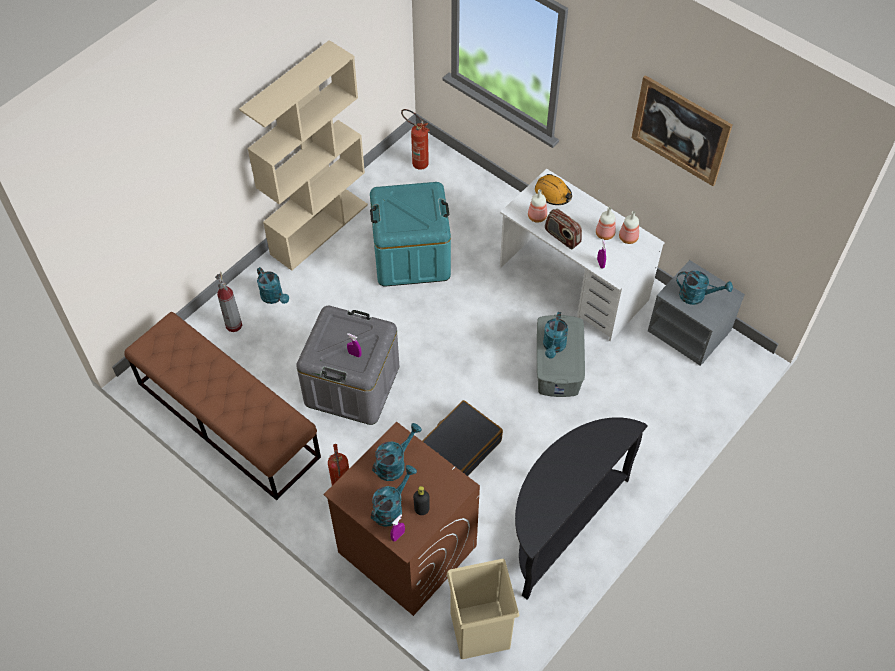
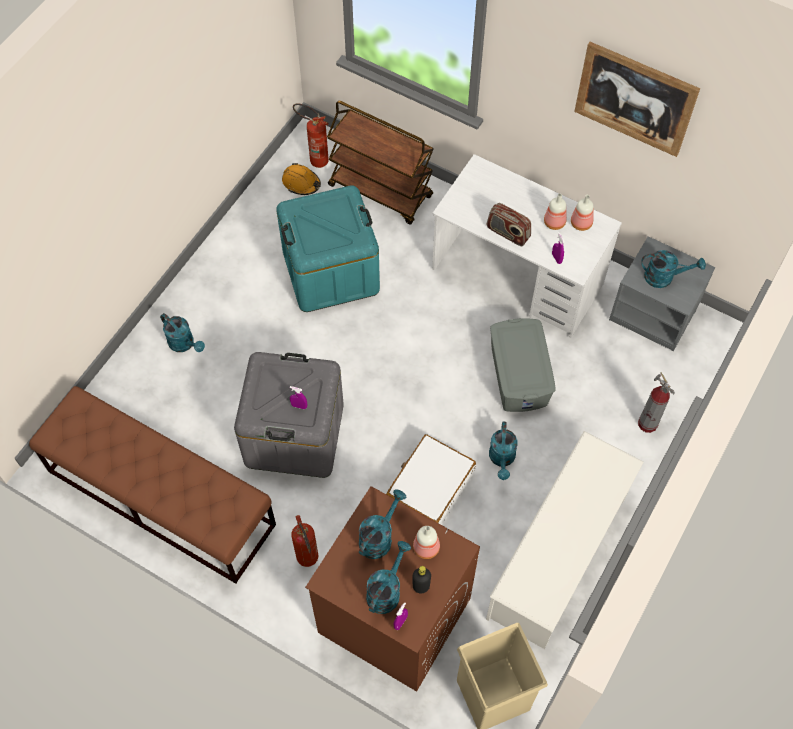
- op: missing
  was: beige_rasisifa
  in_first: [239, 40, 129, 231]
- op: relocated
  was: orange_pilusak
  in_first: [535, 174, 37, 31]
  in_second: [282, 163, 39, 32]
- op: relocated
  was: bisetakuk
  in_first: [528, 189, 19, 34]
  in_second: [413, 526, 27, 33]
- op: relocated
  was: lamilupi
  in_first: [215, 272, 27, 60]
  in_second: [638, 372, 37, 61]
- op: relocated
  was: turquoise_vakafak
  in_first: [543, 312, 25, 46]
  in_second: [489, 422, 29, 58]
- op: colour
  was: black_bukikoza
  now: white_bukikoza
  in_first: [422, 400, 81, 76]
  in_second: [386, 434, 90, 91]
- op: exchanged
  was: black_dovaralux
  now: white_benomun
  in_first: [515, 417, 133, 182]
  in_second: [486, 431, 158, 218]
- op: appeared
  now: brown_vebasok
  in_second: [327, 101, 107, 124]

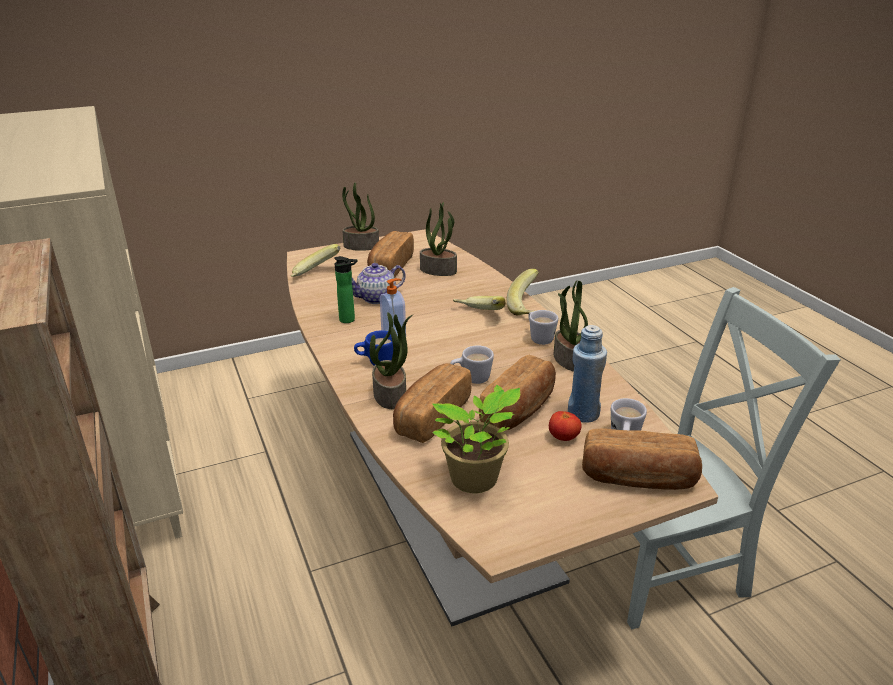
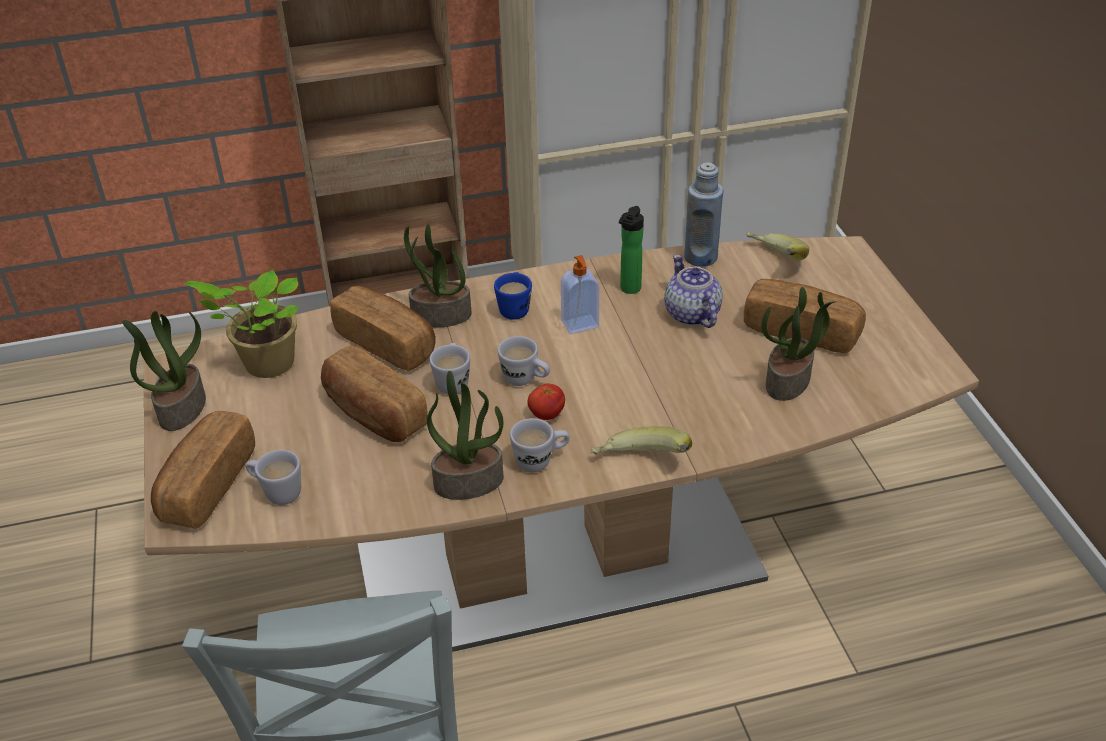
- op: relocated
  was: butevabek
  in_first: [342, 182, 37, 69]
  in_second: [122, 311, 84, 120]
- op: missing
  was: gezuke
  in_first: [453, 296, 53, 14]
- op: relocated
  was: blue_bisetakuk
  in_first: [568, 325, 39, 98]
  in_second: [684, 163, 40, 104]
- op: relocated
  was: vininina
  in_first: [549, 411, 33, 30]
  in_second: [527, 383, 38, 37]
- op: appeared
  now: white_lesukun
  in_second: [498, 336, 52, 50]

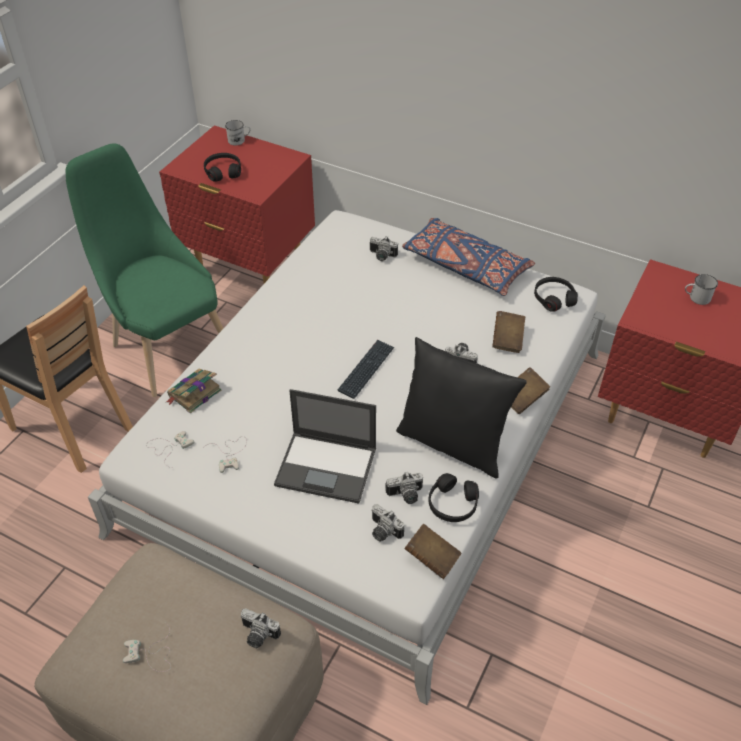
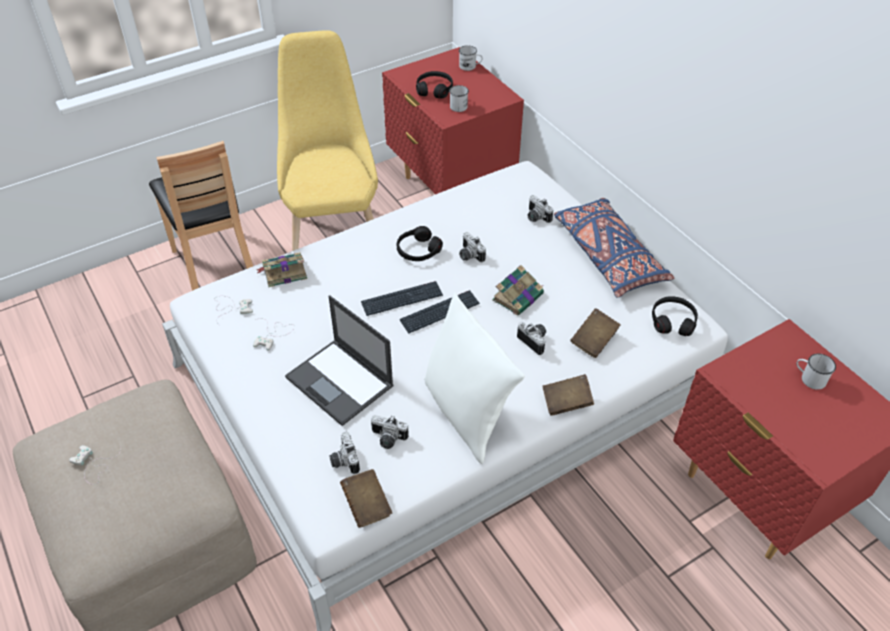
- op: colour
  was: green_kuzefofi
  now: yellow_kuzefofi
  in_first: [65, 144, 159, 253]
  in_second: [277, 30, 101, 221]
- op: colour
  was: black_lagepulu
  now: white_lagepulu
  in_first: [396, 337, 131, 142]
  in_second: [424, 292, 101, 172]
- op: relocated
  was: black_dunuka
  in_first: [428, 473, 51, 49]
  in_second: [397, 226, 46, 35]
- op: relocated
  was: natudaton
  in_first: [240, 608, 41, 40]
  in_second: [459, 232, 27, 30]
- op: appeared
  now: white_lesukun
  in_second: [449, 85, 20, 27]
- op: appeared
  now: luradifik
  in_second: [492, 265, 52, 51]
- op: appeared
  now: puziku
  in_second: [361, 281, 82, 35]

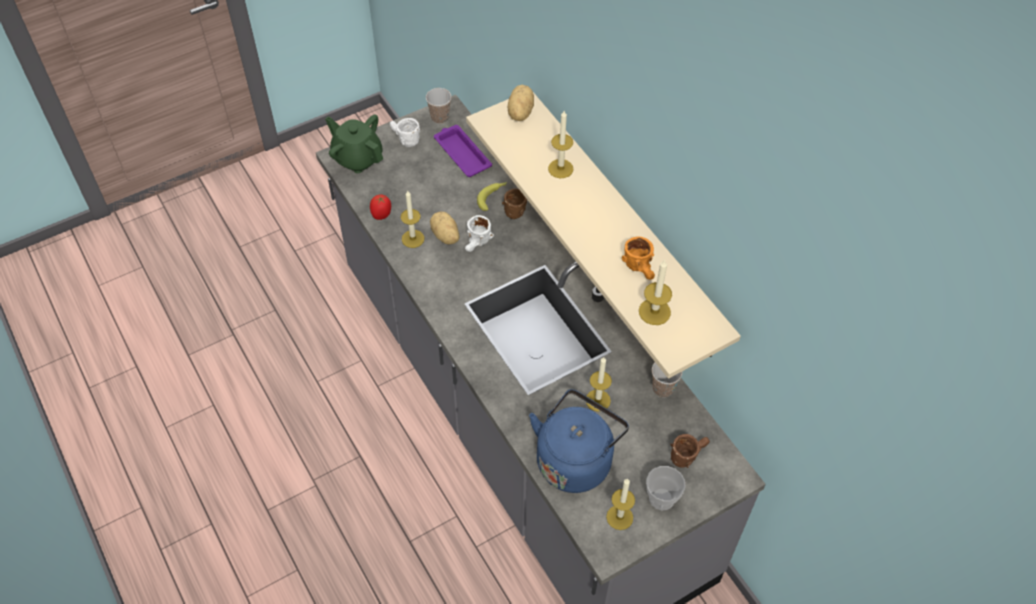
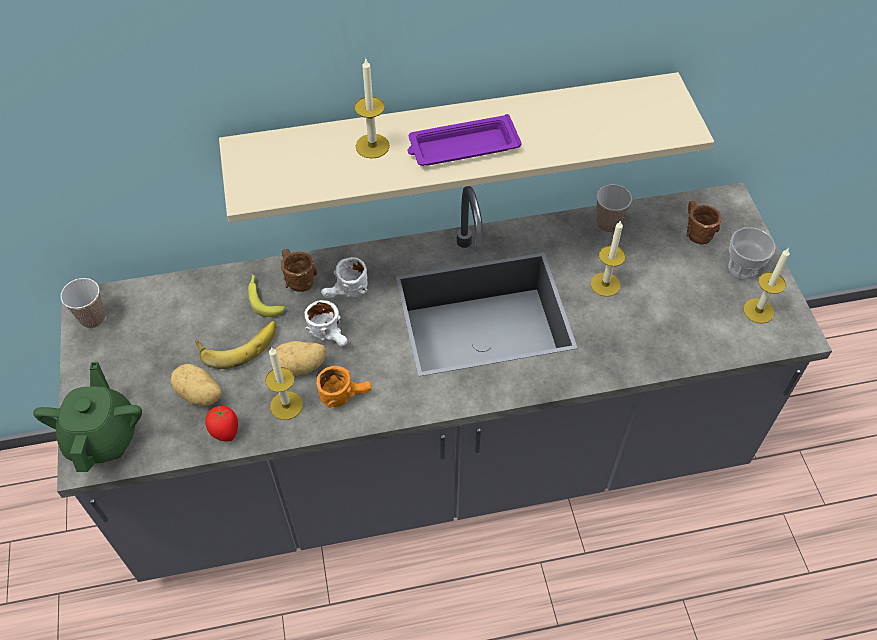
- op: relocated
  was: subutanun
  in_first: [508, 85, 26, 36]
  in_second: [171, 364, 51, 42]
- op: spun
  was: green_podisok
  in_first: [325, 114, 58, 59]
  in_second: [33, 362, 109, 110]
  clockwise: 120
- op: relocated
  was: white_lesukun
  in_first: [390, 118, 30, 29]
  in_second: [321, 257, 47, 41]
- op: relocated
  was: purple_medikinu
  in_first: [434, 125, 58, 52]
  in_second: [408, 114, 114, 52]
- op: relocated
  was: orange_lesukun
  in_first: [622, 236, 33, 44]
  in_second: [316, 366, 56, 42]
- op: missing
  was: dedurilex
  in_first: [639, 259, 33, 66]
- op: missing
  was: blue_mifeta
  in_first: [529, 389, 100, 104]
- op: appeared
  now: gezuke
  in_second: [196, 321, 80, 48]

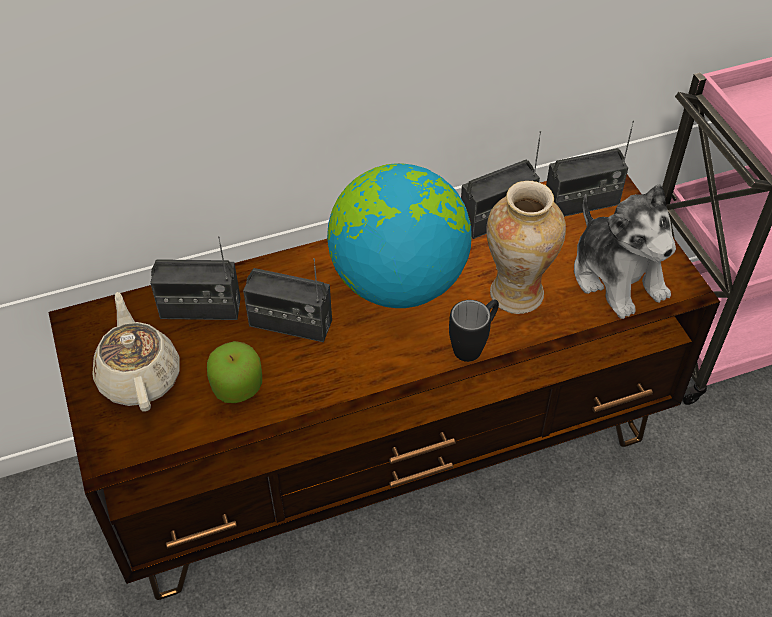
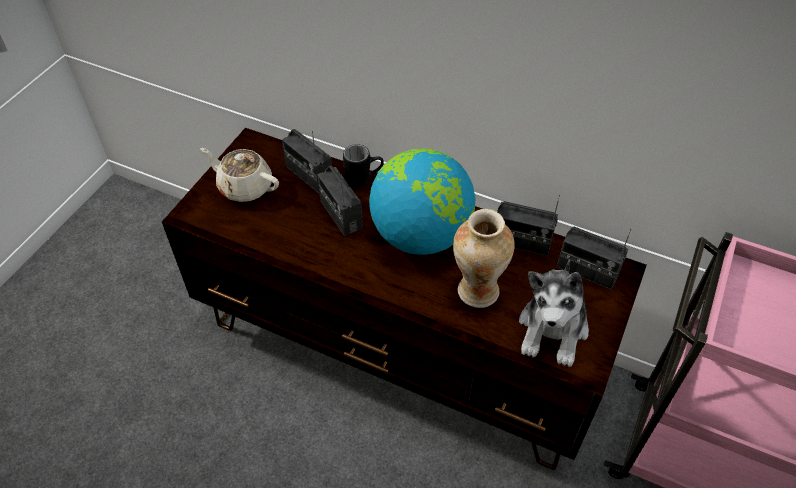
- op: spun
  was: beige_podisok
  in_first: [92, 292, 88, 120]
  in_second: [200, 148, 79, 54]
  clockwise: -90
- op: relocated
  was: black_lesukun
  in_first: [449, 299, 50, 63]
  in_second: [343, 144, 41, 43]
- op: missing
  was: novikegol
  in_first: [207, 341, 55, 62]

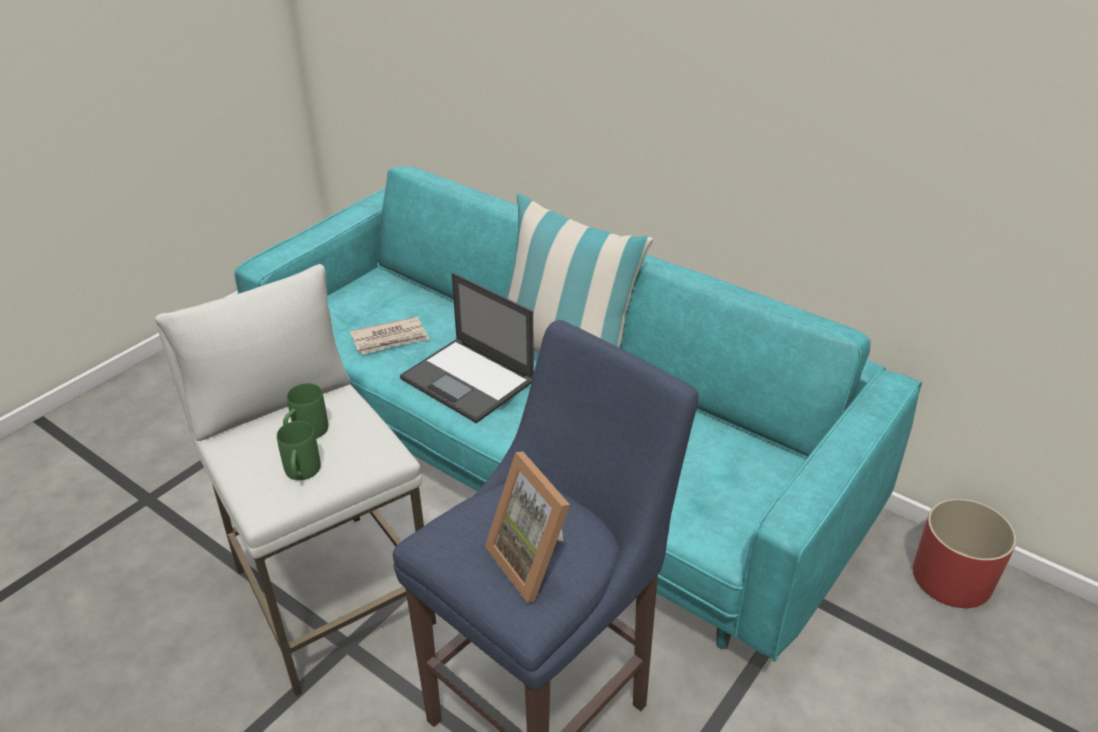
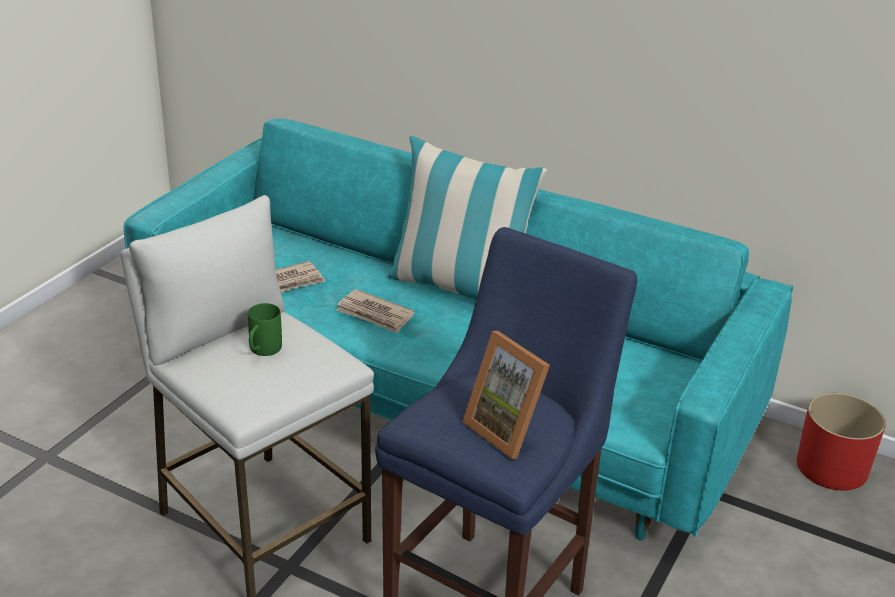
- op: exchanged
  was: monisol
  now: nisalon
  in_first: [400, 273, 134, 150]
  in_second: [337, 289, 78, 45]
- op: missing
  was: green_lesukun
  in_first: [277, 421, 44, 59]

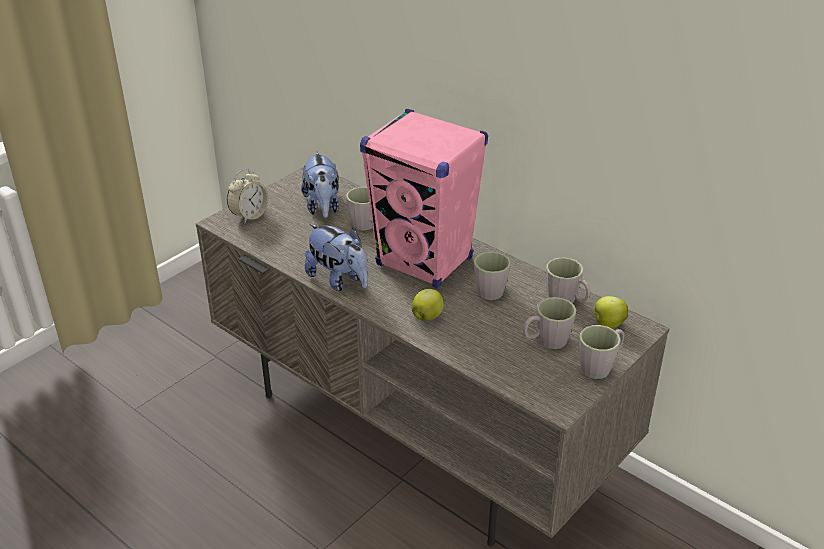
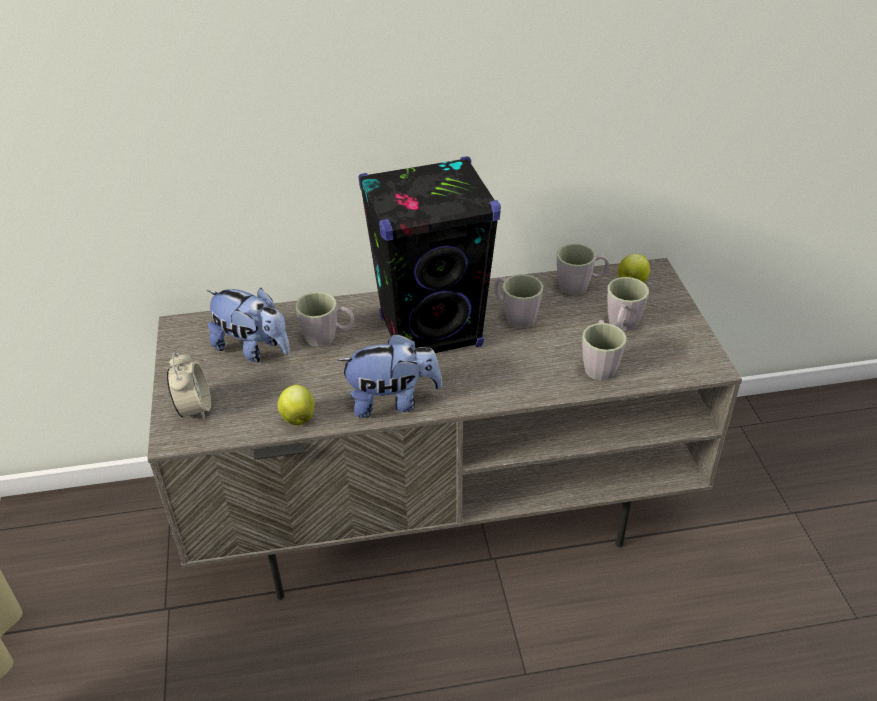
- op: colour
  was: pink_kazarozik
  now: black_kazarozik
  in_first: [360, 109, 128, 179]
  in_second: [358, 156, 143, 197]
- op: relocated
  was: novikegol
  in_first: [412, 289, 31, 32]
  in_second: [277, 385, 38, 40]
- op: relocated
  was: grey_lesukun
  in_first: [579, 325, 46, 54]
  in_second: [582, 320, 45, 61]

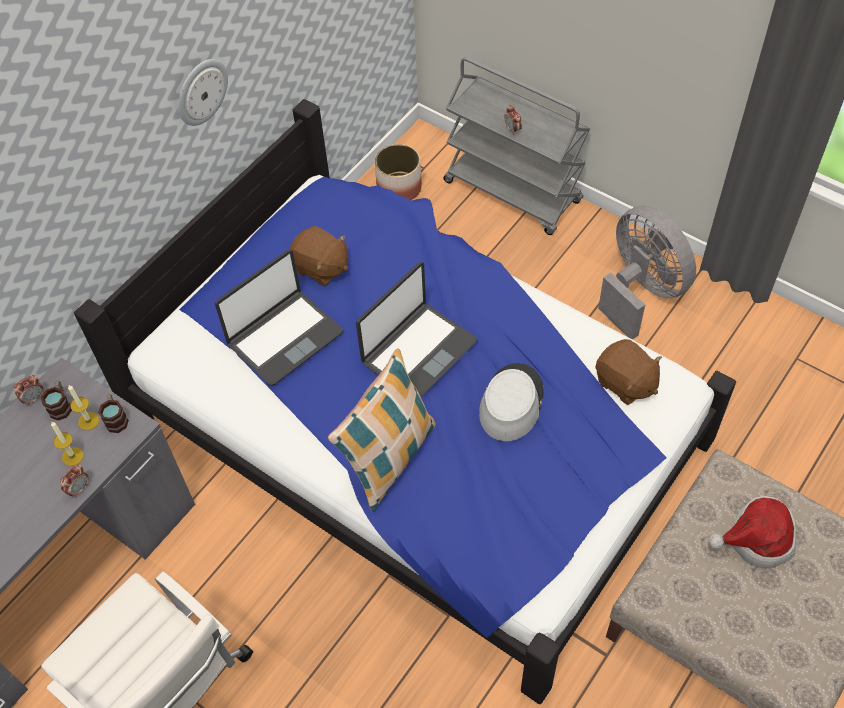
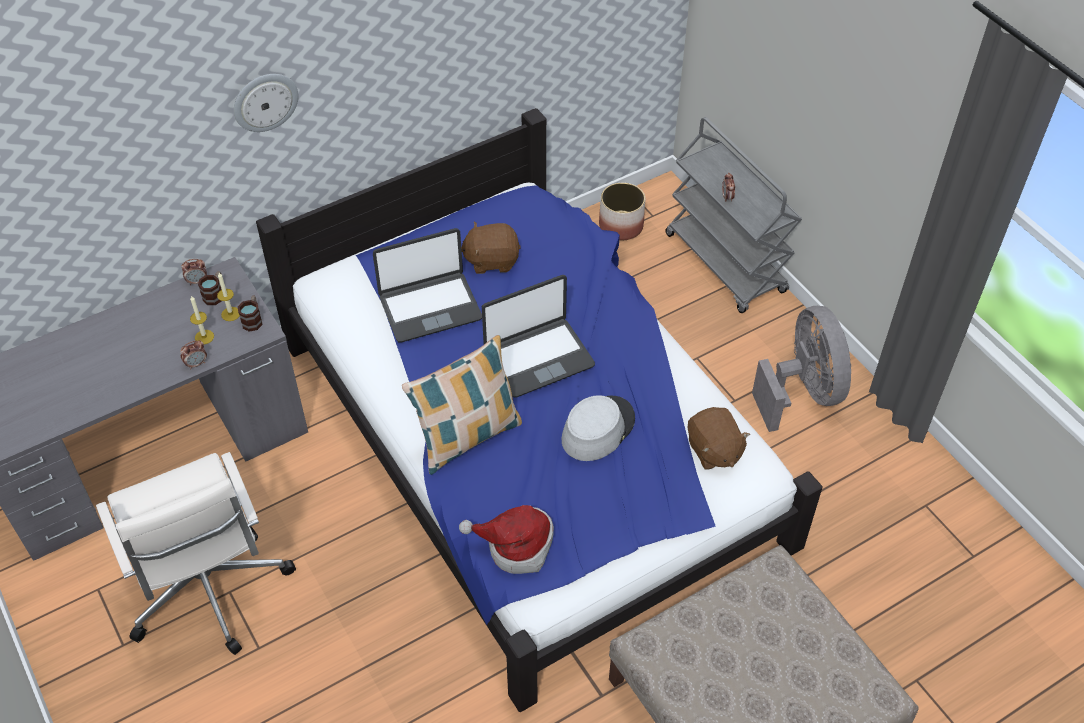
- op: relocated
  was: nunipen
  in_first: [178, 59, 50, 67]
  in_second: [234, 74, 65, 58]
- op: spun
  was: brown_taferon
  in_first: [289, 226, 59, 60]
  in_second: [461, 221, 60, 53]
  clockwise: 120
- op: relocated
  was: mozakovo
  in_first: [709, 496, 88, 72]
  in_second: [459, 505, 95, 69]

